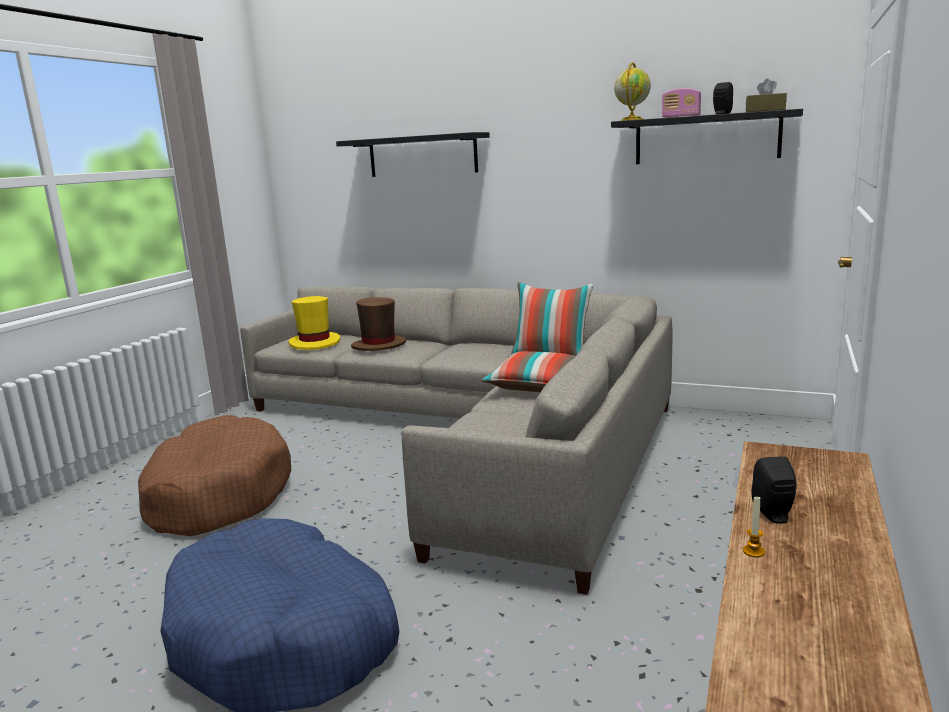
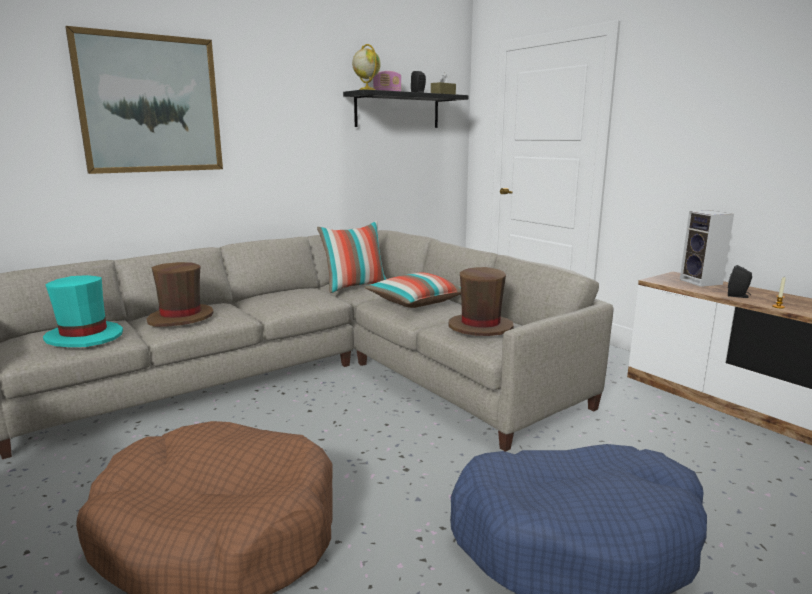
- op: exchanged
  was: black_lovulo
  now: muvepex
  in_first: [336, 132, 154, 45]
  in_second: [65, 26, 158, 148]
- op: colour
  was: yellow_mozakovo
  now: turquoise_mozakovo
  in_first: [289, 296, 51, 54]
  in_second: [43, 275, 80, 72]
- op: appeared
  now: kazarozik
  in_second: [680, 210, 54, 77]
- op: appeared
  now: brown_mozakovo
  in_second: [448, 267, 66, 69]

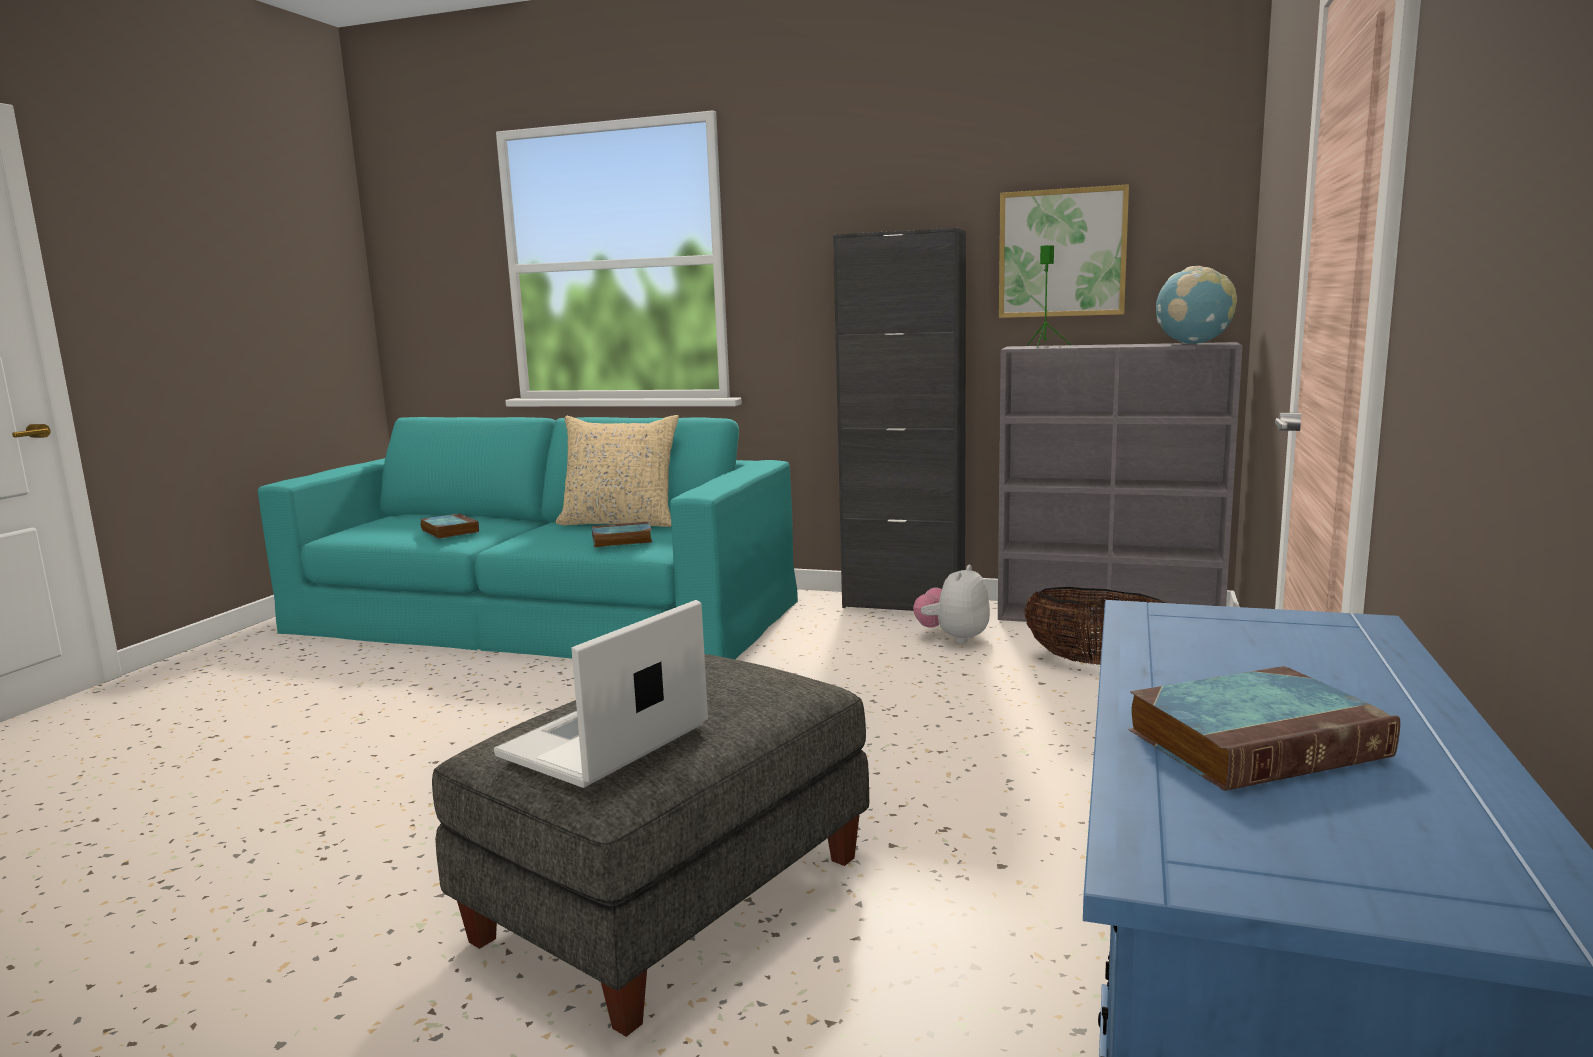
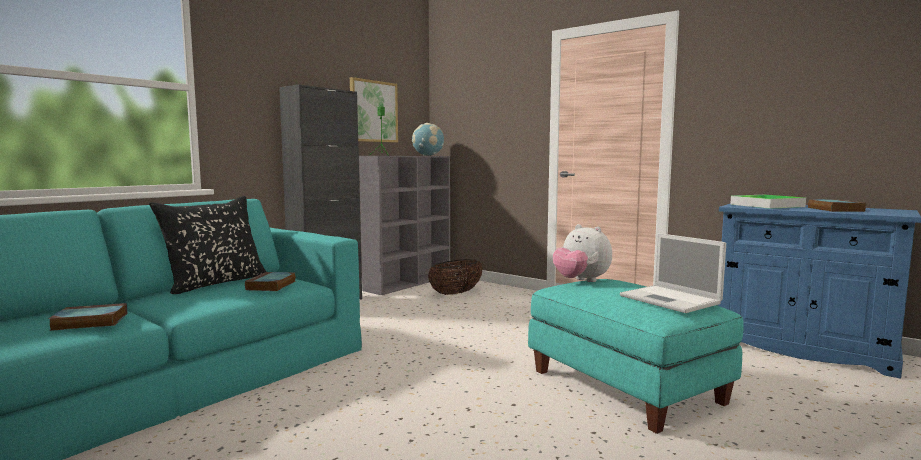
- op: colour
  was: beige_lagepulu
  now: black_lagepulu
  in_first: [555, 415, 124, 112]
  in_second: [149, 196, 117, 98]
- op: relocated
  was: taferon
  in_first: [913, 565, 77, 79]
  in_second: [553, 224, 59, 58]
- op: colour
  was: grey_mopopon
  now: turquoise_mopopon
  in_first: [432, 654, 437, 383]
  in_second: [528, 279, 216, 155]
- op: appeared
  now: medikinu
  in_second: [730, 195, 76, 14]

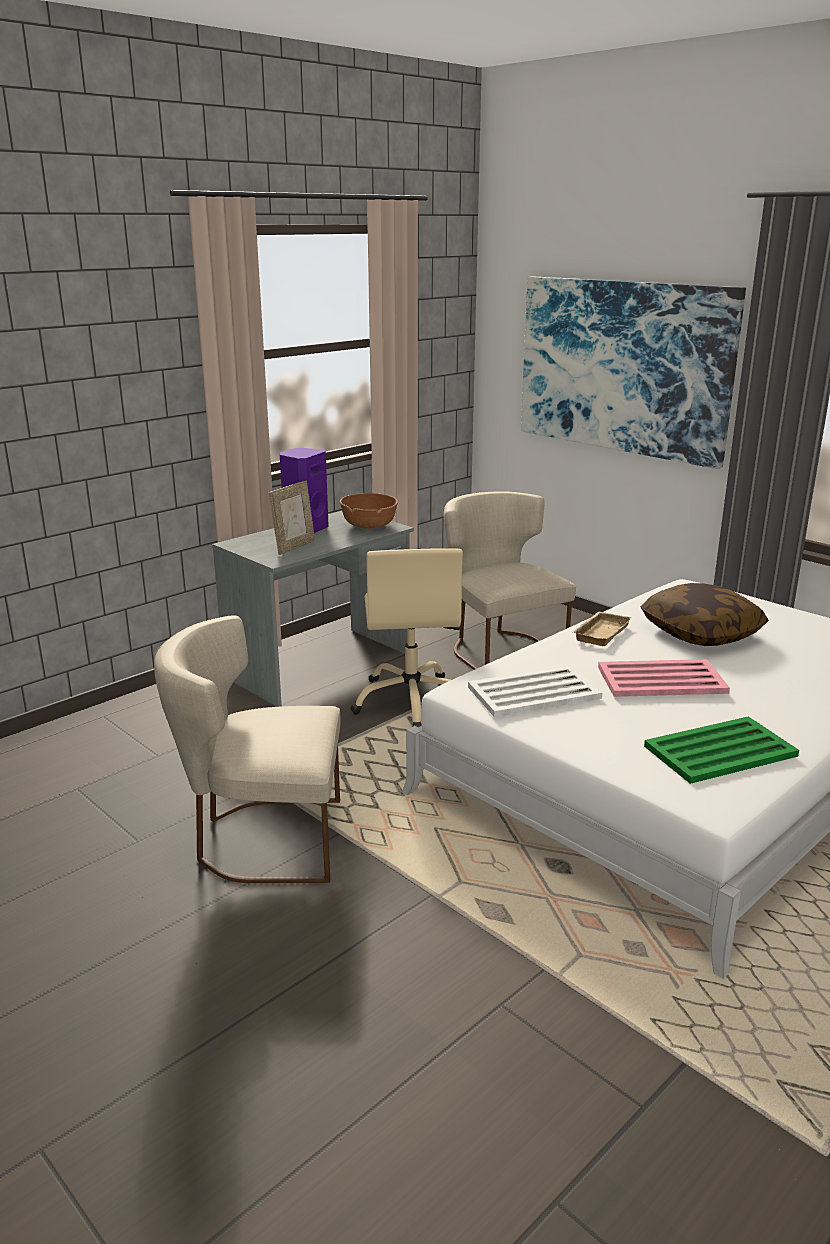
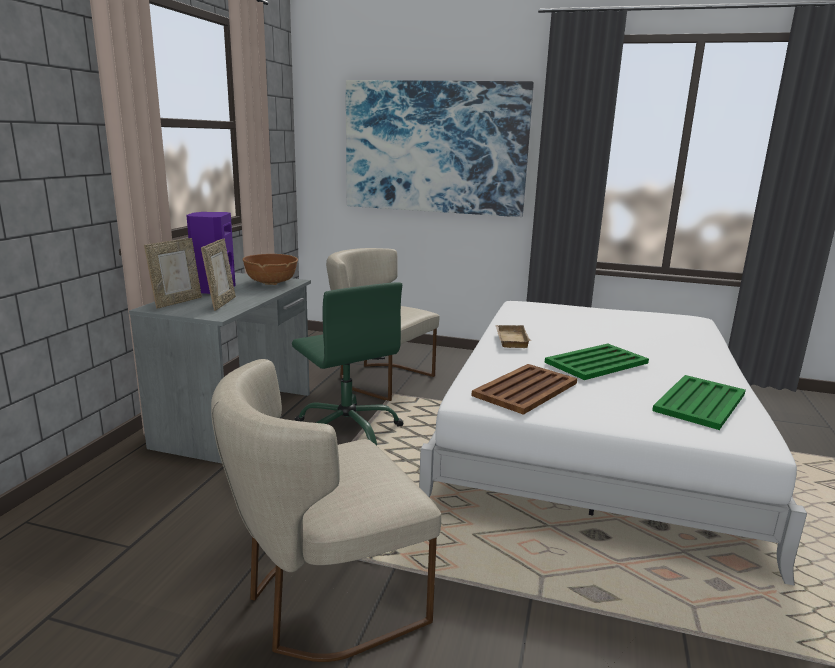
- op: colour
  was: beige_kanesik
  now: green_kanesik
  in_first: [350, 548, 113, 179]
  in_second: [292, 282, 112, 163]
- op: missing
  was: lagepulu
  in_first: [641, 583, 128, 63]
- op: colour
  was: pink_medikinu
  now: green_medikinu
  in_first: [598, 659, 132, 38]
  in_second: [545, 344, 104, 36]
- op: colour
  was: white_medikinu
  now: brown_medikinu
  in_first: [468, 665, 134, 52]
  in_second: [471, 364, 106, 51]
- op: appeared
  now: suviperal
  in_second: [144, 238, 58, 71]

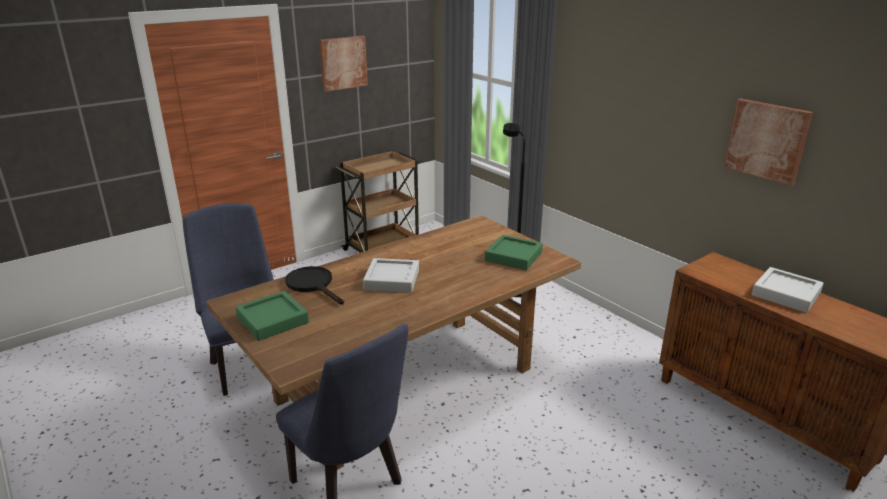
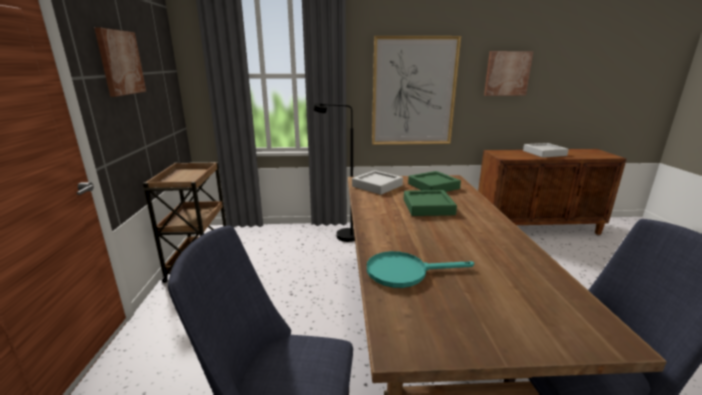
- op: relocated
  was: grey_medikinu
  in_first: [363, 258, 56, 35]
  in_second: [352, 170, 51, 25]
- op: colour
  was: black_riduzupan
  now: turquoise_riduzupan
  in_first: [285, 266, 59, 38]
  in_second: [367, 251, 107, 37]
- op: relocated
  was: green_medikinu
  in_first: [235, 291, 74, 50]
  in_second: [404, 190, 53, 26]
- op: appeared
  now: muvepex
  in_second: [372, 36, 89, 109]

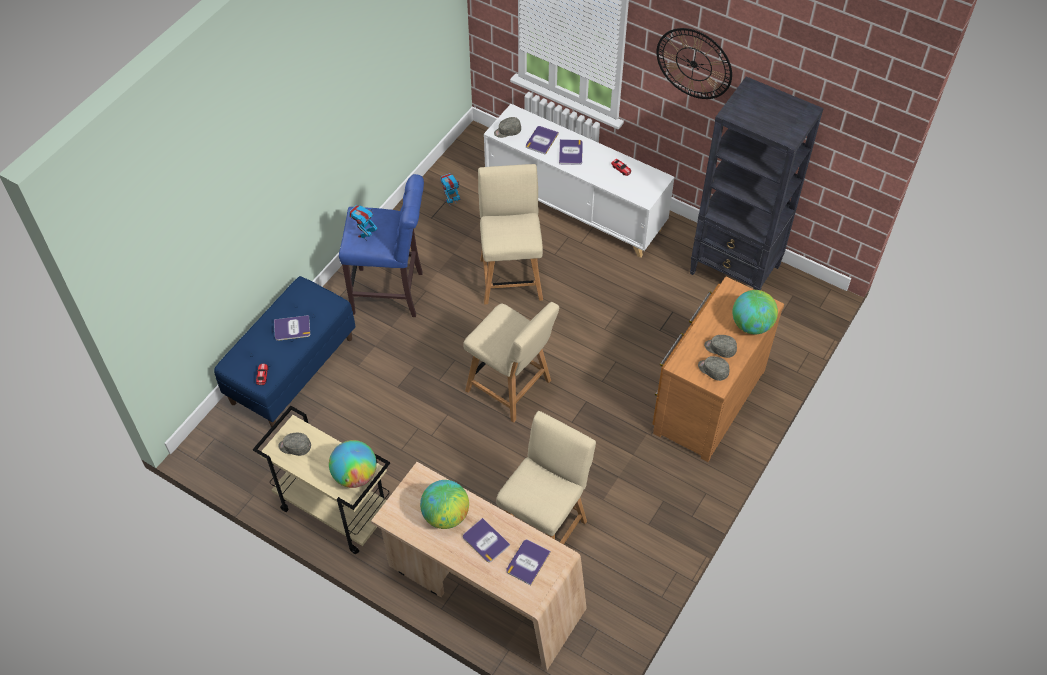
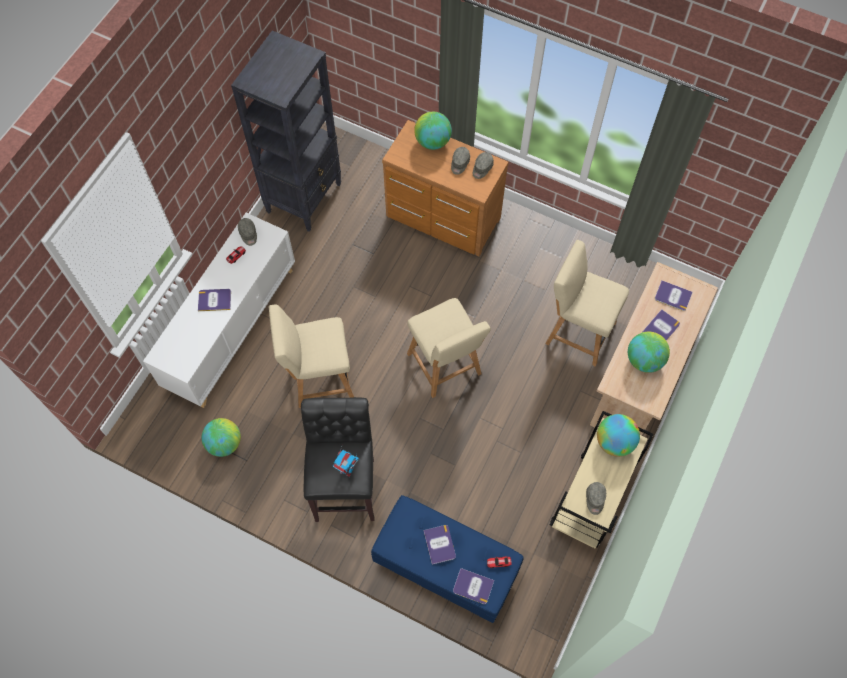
- op: missing
  was: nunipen
  in_first: [656, 28, 76, 71]
- op: relocated
  was: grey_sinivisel
  in_first: [494, 117, 27, 21]
  in_second: [238, 218, 19, 28]
- op: relocated
  was: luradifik
  in_first: [526, 126, 33, 29]
  in_second: [453, 568, 41, 36]
- op: exchanged
  was: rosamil
  now: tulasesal
  in_first: [440, 173, 20, 32]
  in_second: [202, 418, 39, 39]
- op: colour
  was: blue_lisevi
  now: black_lisevi
  in_first: [339, 174, 85, 143]
  in_second: [301, 397, 73, 125]
- op: spun
  was: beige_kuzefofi
  in_first: [464, 302, 95, 121]
  in_second: [407, 298, 84, 100]
  clockwise: 120

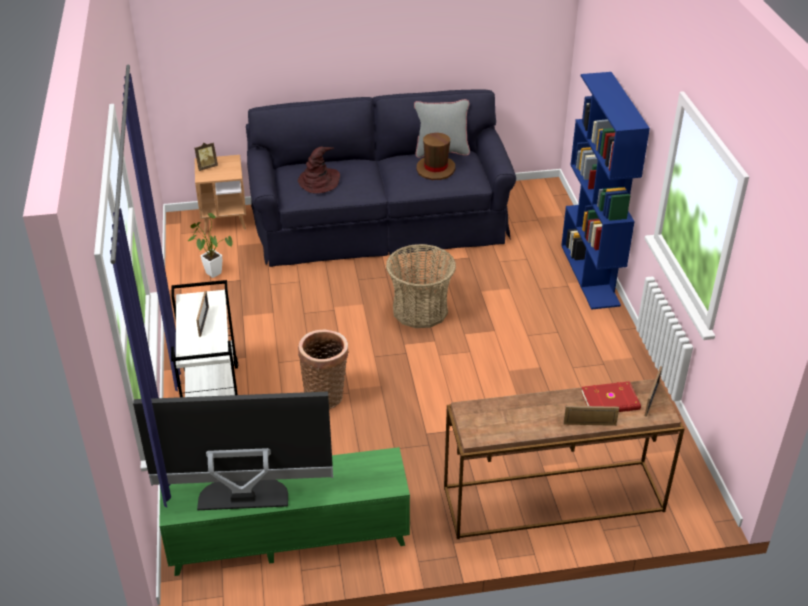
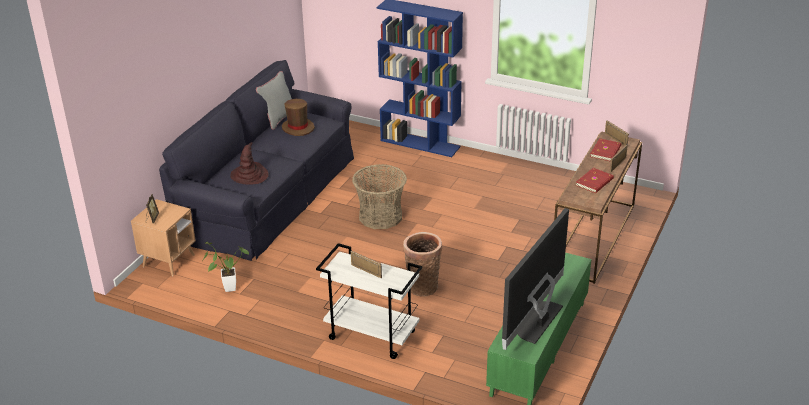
- op: appeared
  now: red_luradifik
  in_second: [575, 168, 39, 25]

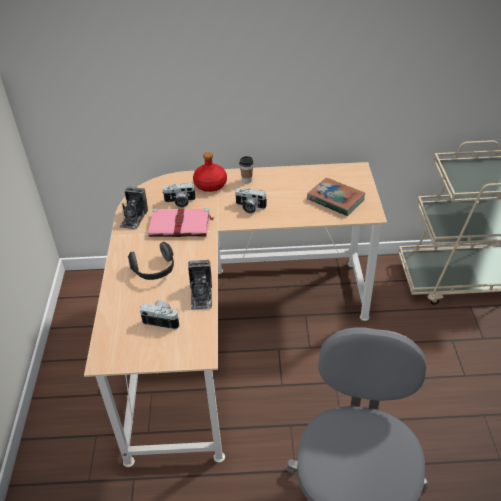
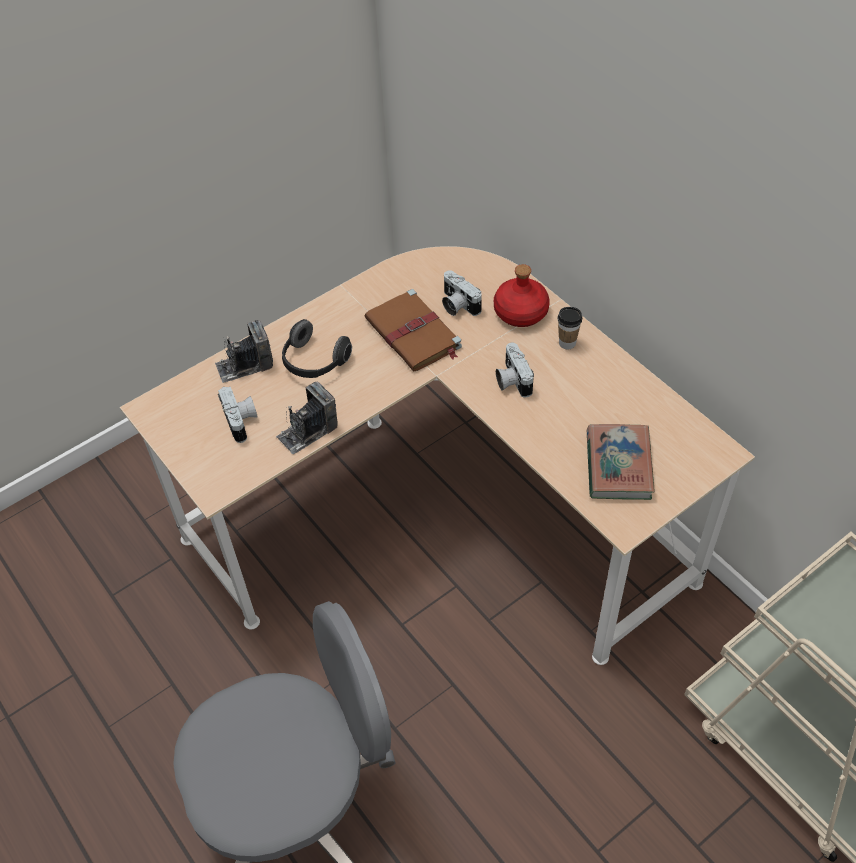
- op: relocated
  was: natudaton
  in_first: [119, 187, 29, 43]
  in_second: [215, 320, 58, 63]
- op: colour
  was: pink_luradifik
  now: brown_luradifik
  in_first: [148, 208, 66, 29]
  in_second: [364, 289, 98, 83]

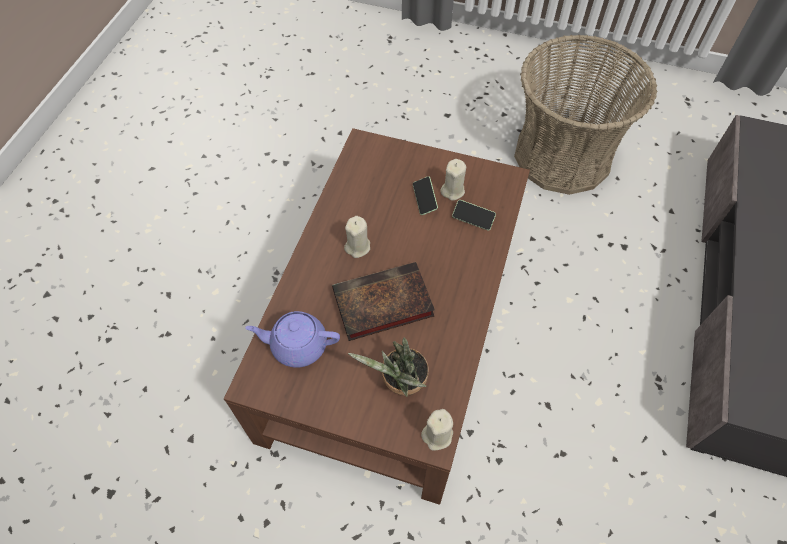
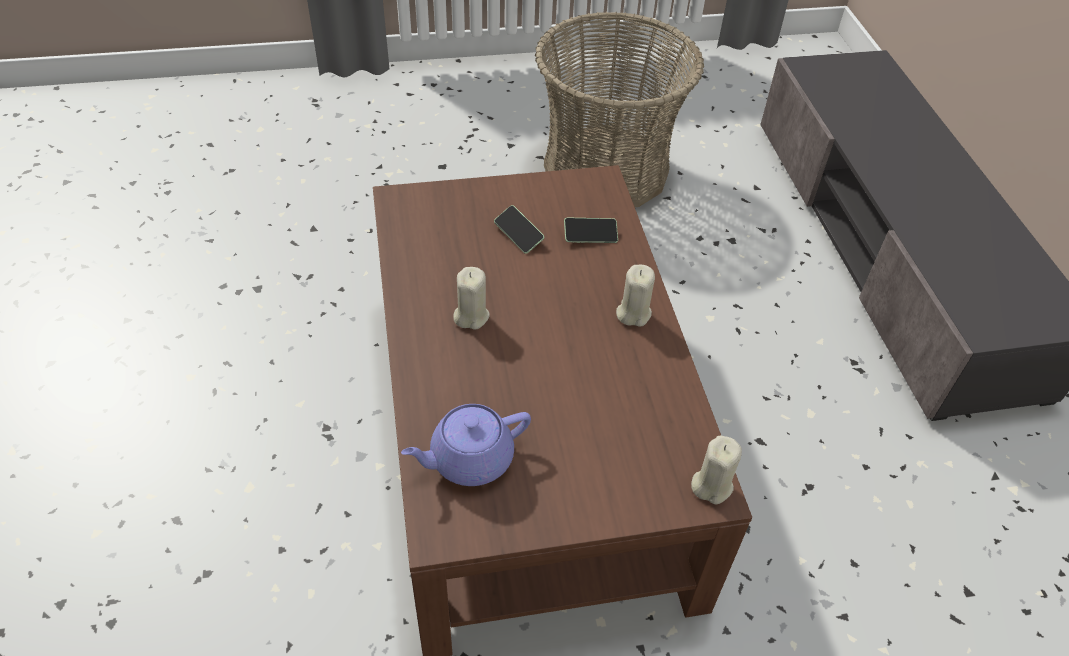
- op: relocated
  was: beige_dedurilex
  in_first: [440, 159, 26, 42]
  in_second: [616, 265, 39, 62]
- op: missing
  was: luradifik
  in_first: [332, 262, 103, 79]
- op: missing
  was: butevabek
  in_first: [348, 337, 81, 60]

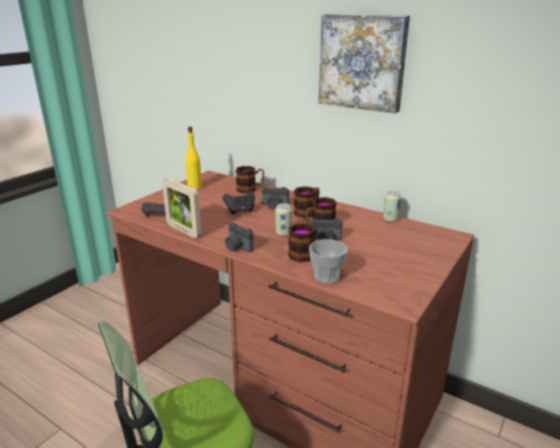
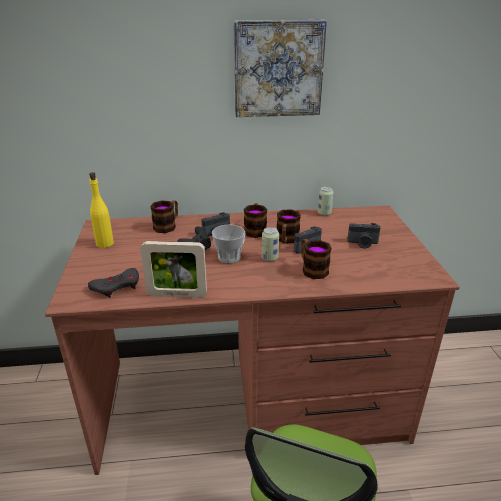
- op: relocated
  was: natudaton
  in_first: [225, 223, 29, 29]
  in_second: [347, 223, 34, 26]
- op: relocated
  was: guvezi
  in_first: [309, 239, 39, 45]
  in_second: [212, 224, 33, 39]

